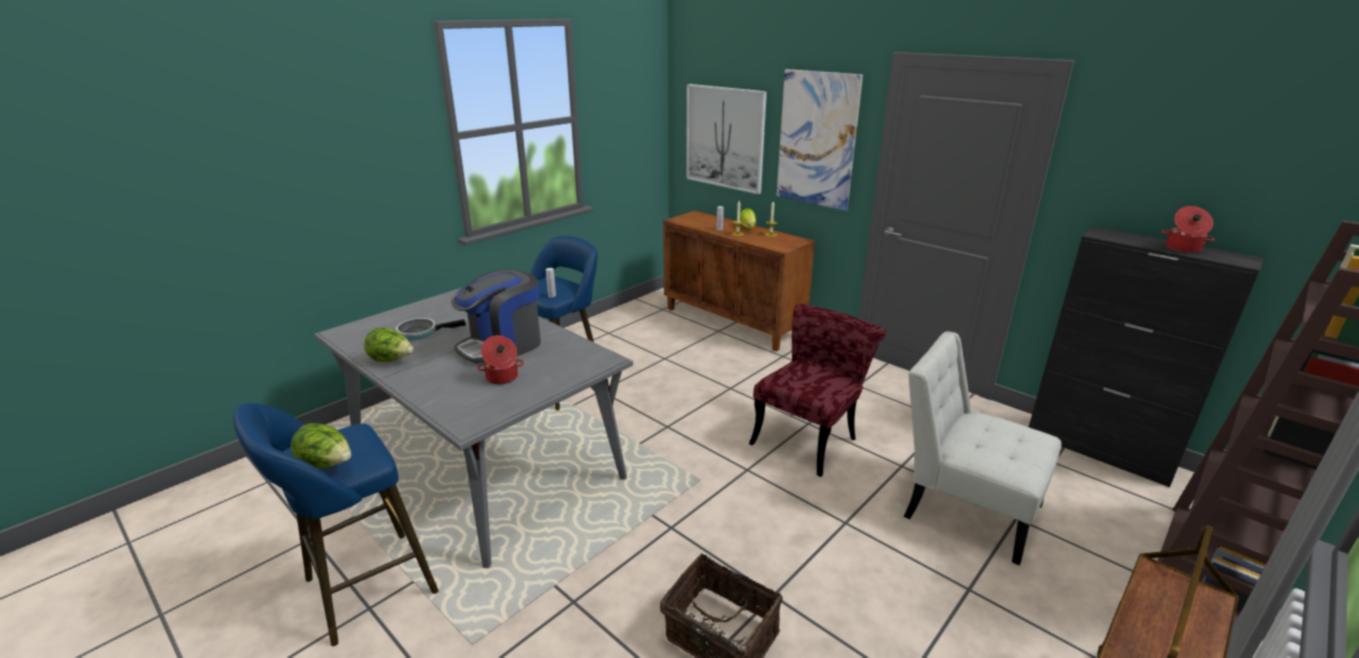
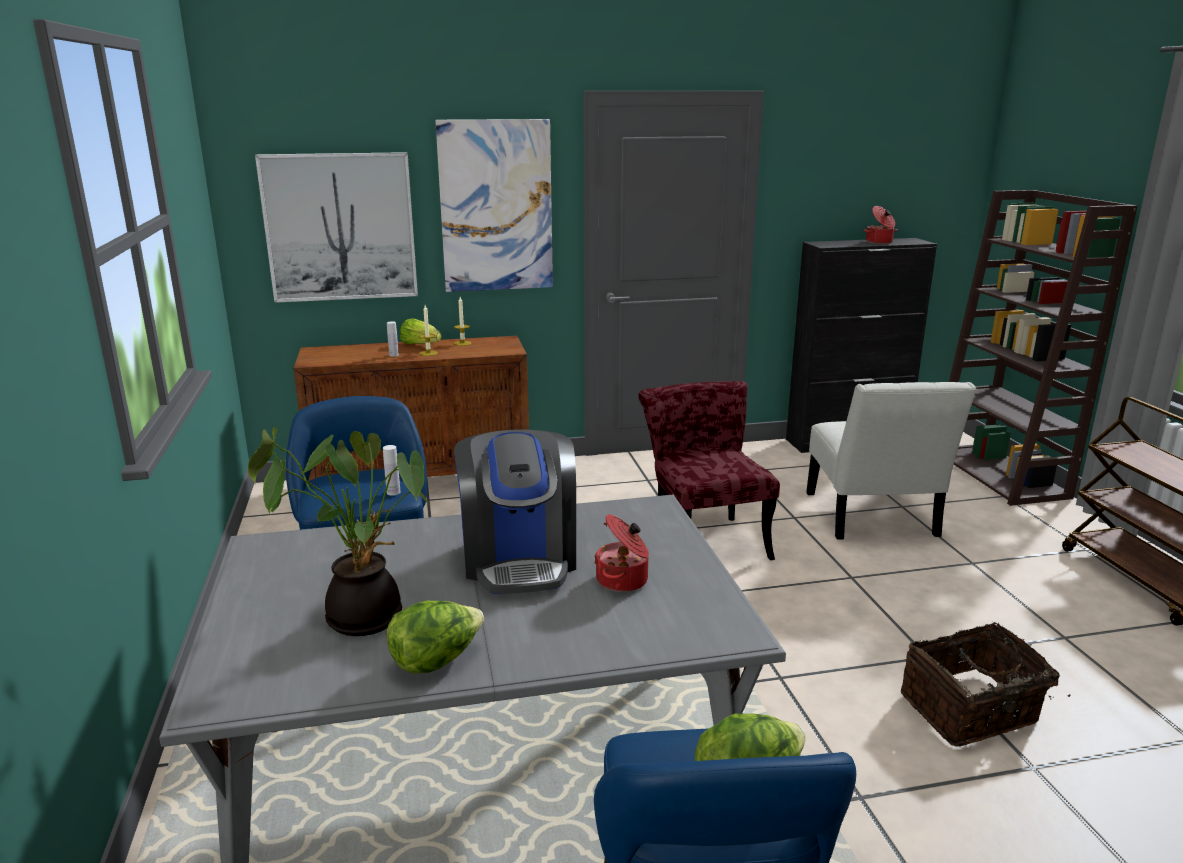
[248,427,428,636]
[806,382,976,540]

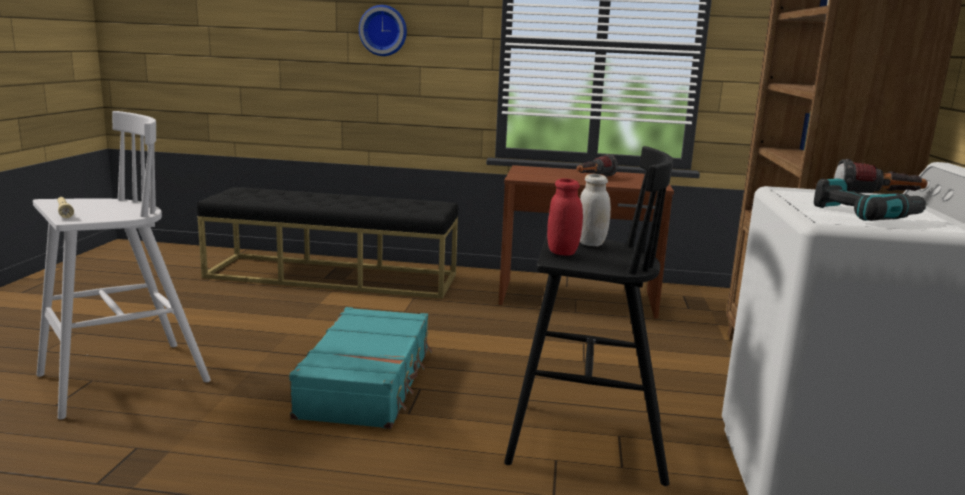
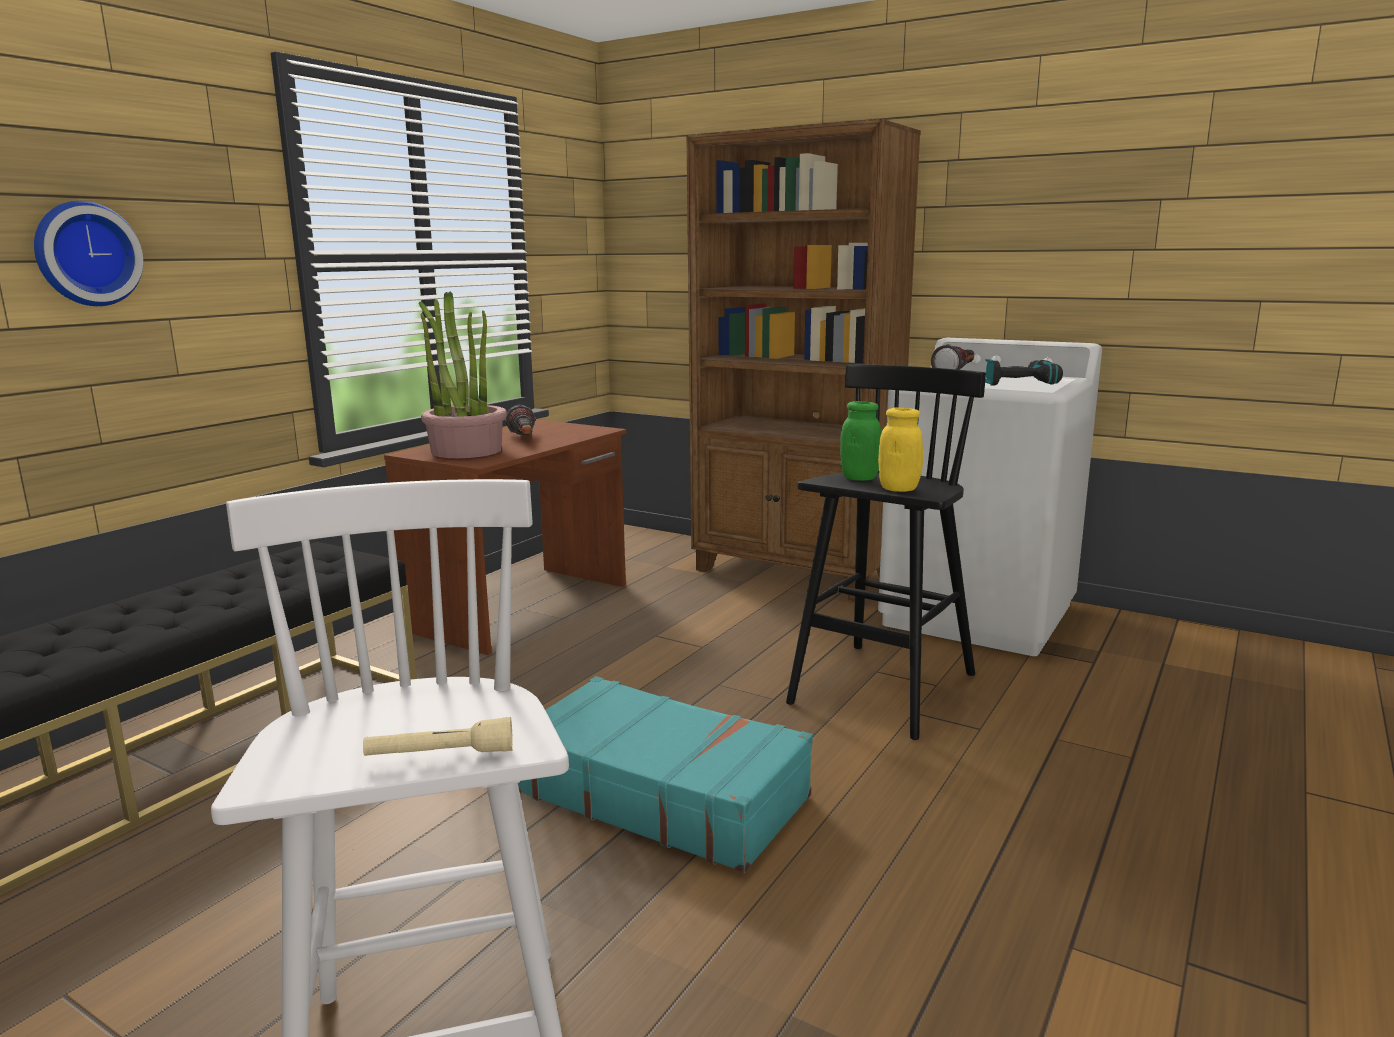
[419,291,507,458]
[840,401,881,481]
[878,407,923,492]

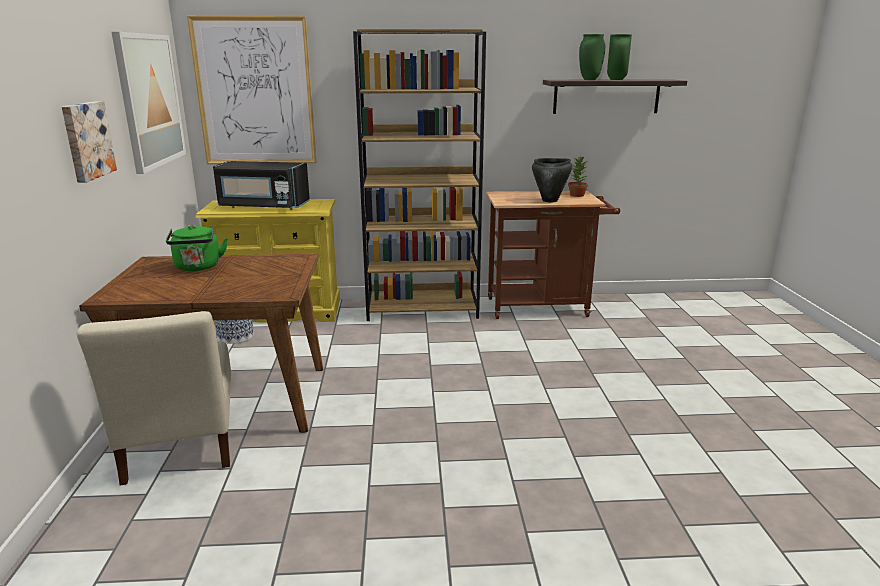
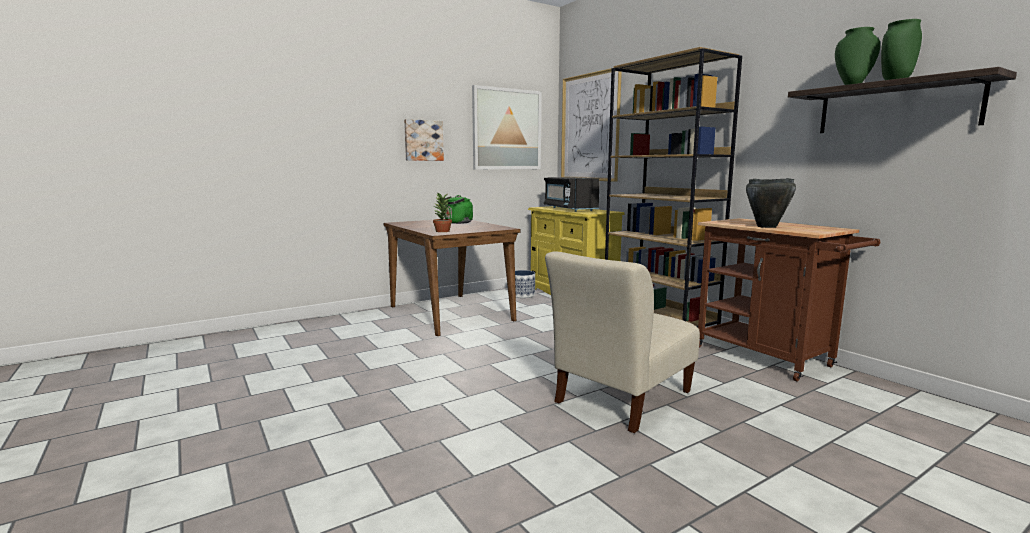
[433,192,452,232]
[545,252,700,433]

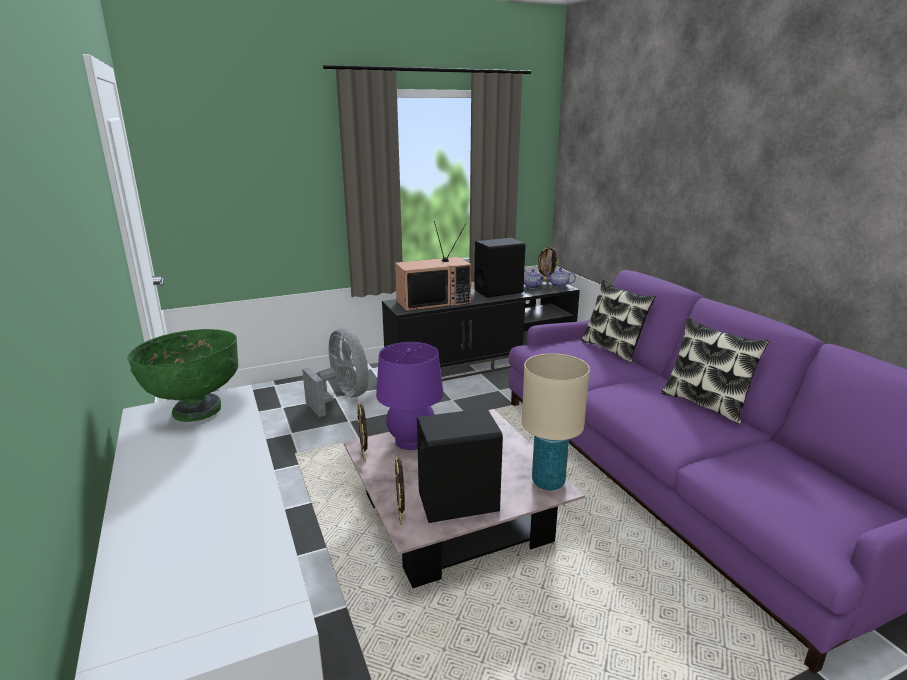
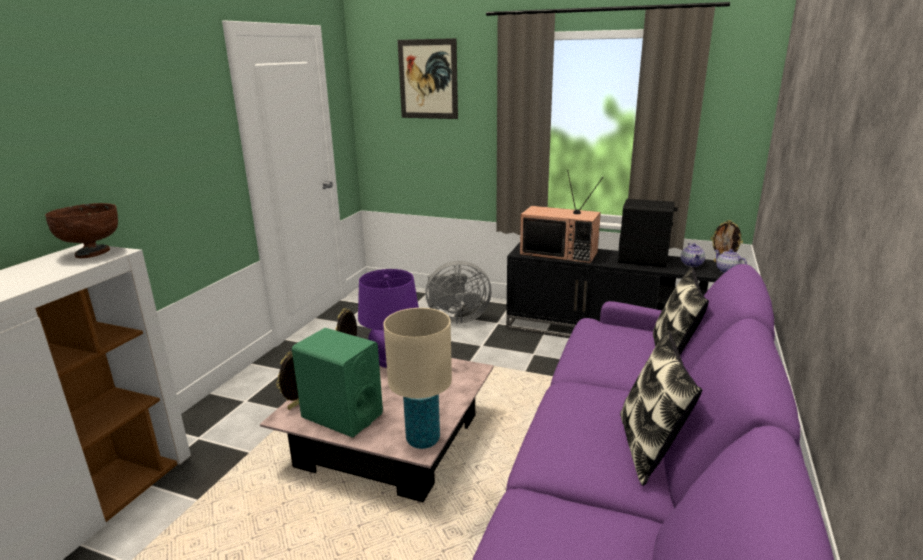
[45,203,118,258]
[292,328,383,437]
[397,38,458,119]
[425,261,492,324]

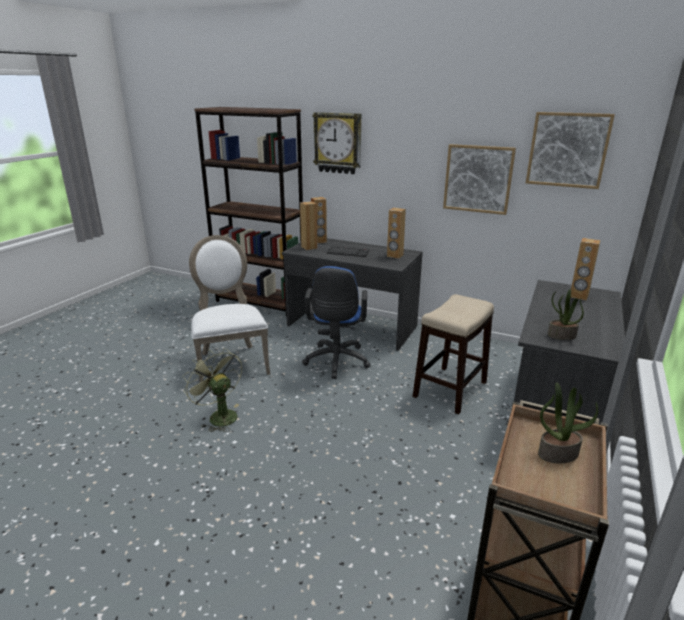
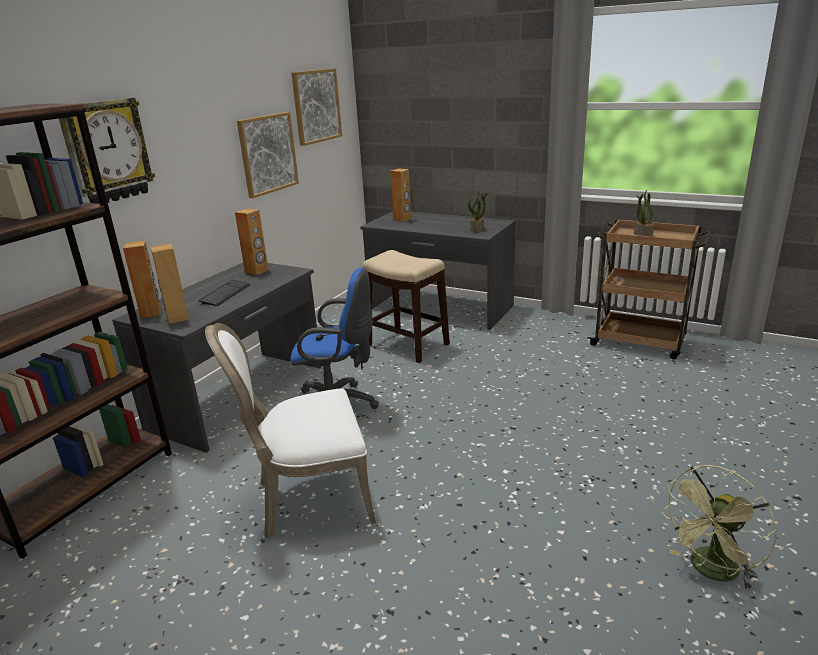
[660,465,777,591]

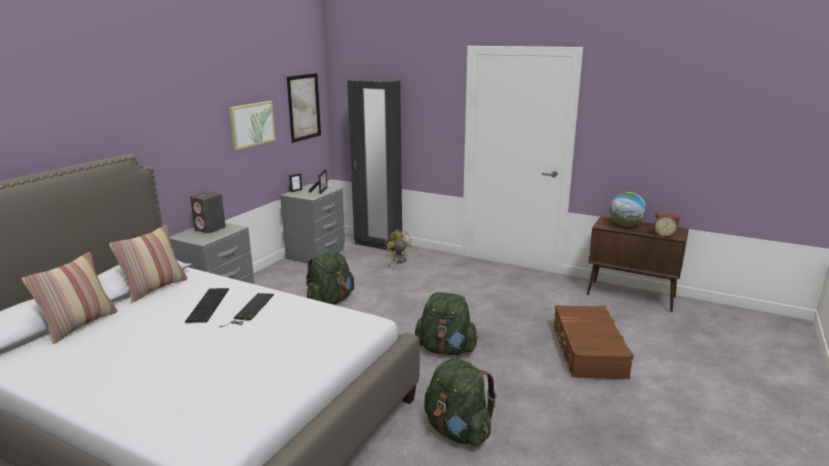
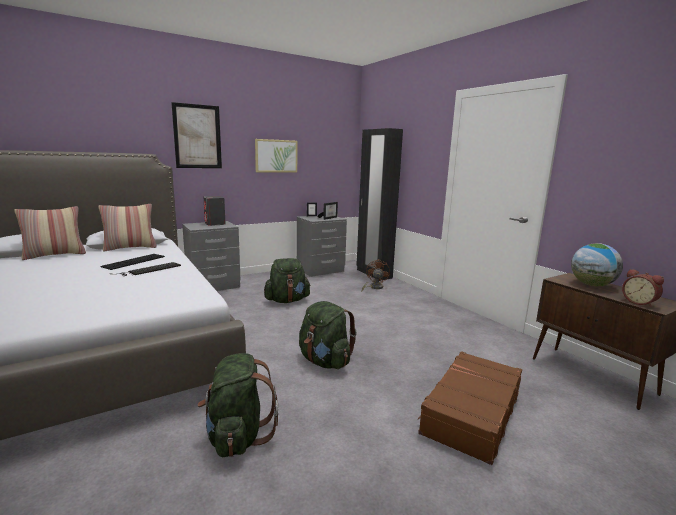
[171,102,222,168]
[362,259,390,291]

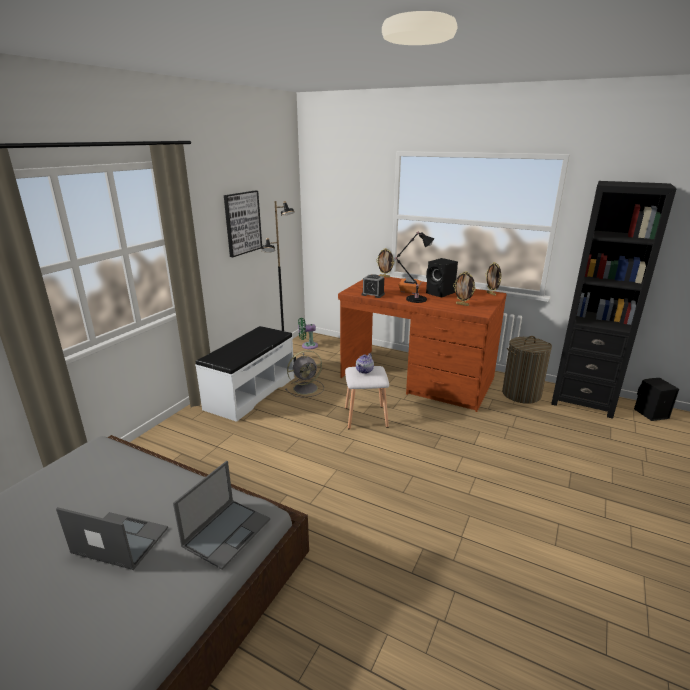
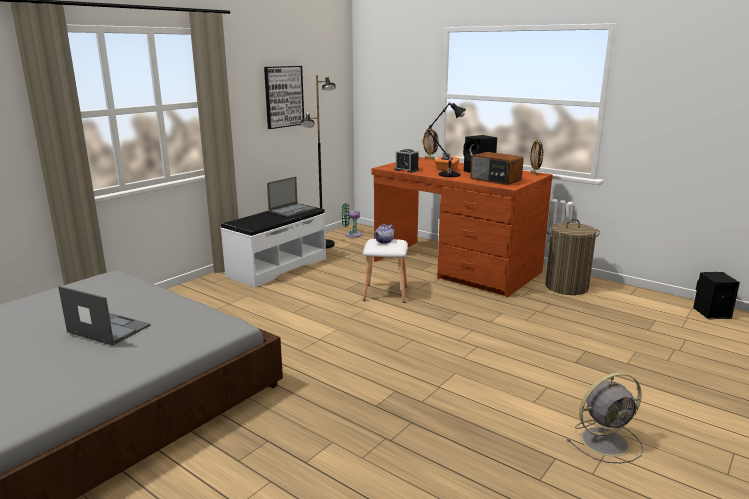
[267,177,316,217]
[470,152,524,185]
[566,372,643,463]
[551,181,676,419] (first image)

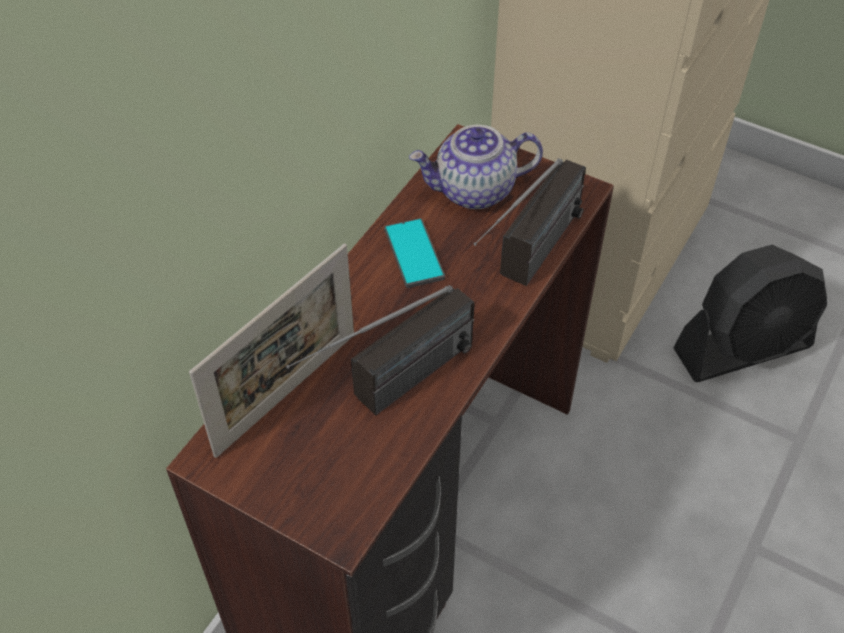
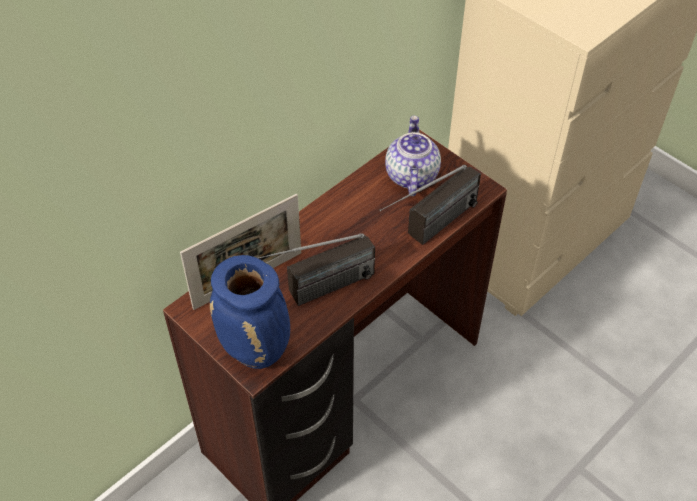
[210,255,290,369]
[385,116,441,196]
[384,218,445,288] (first image)
[674,245,827,382] (first image)

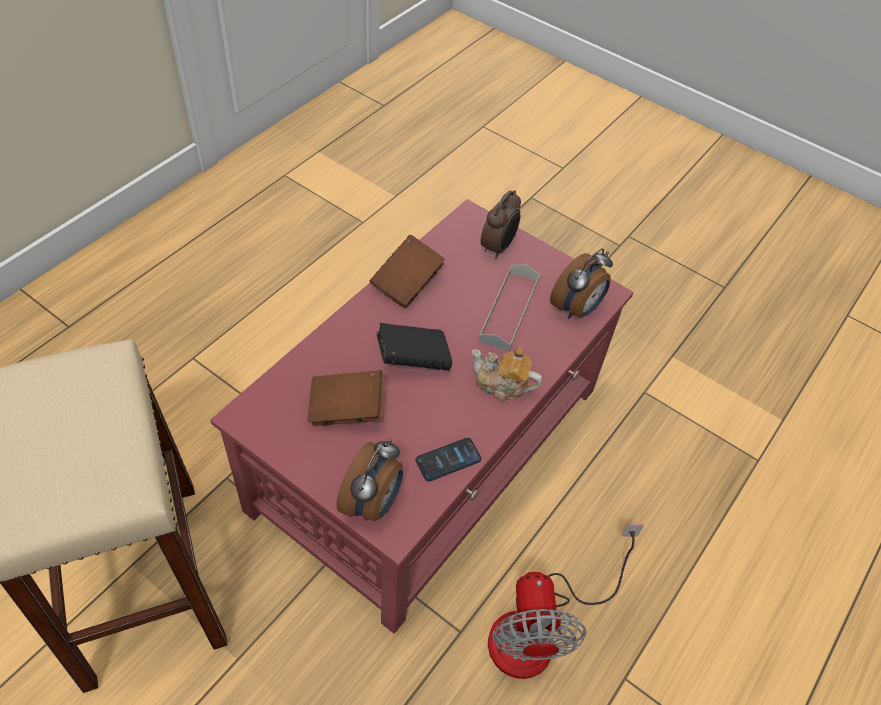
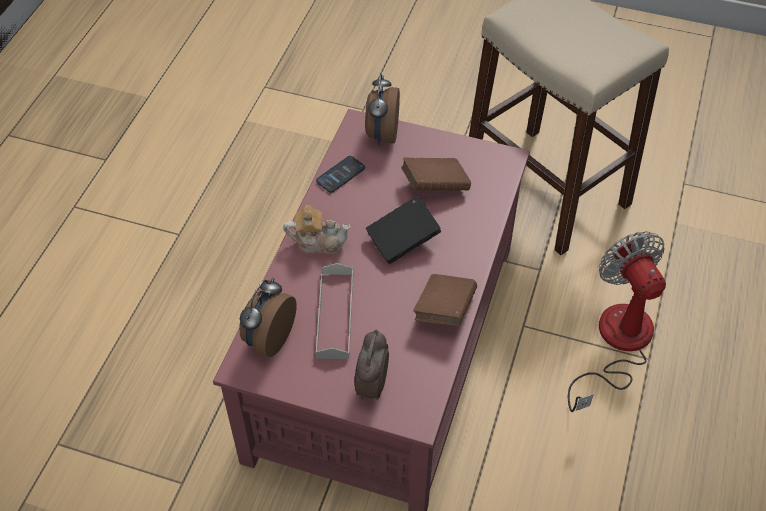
[568,231,666,412]

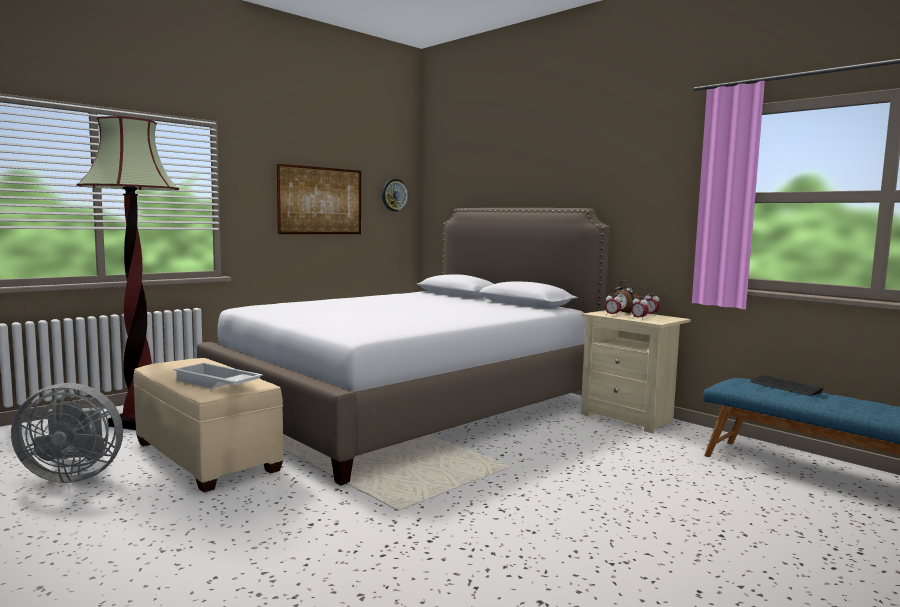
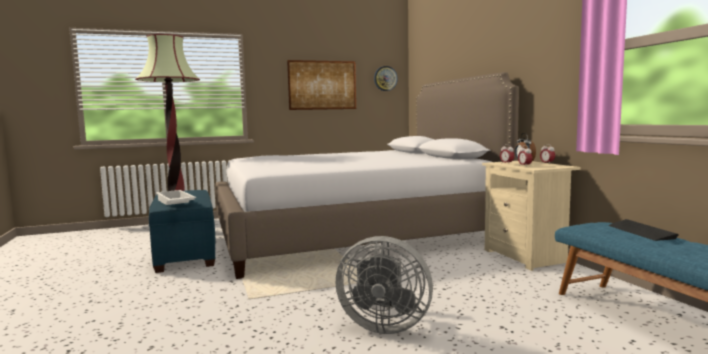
[149,190,215,273]
[336,236,433,334]

